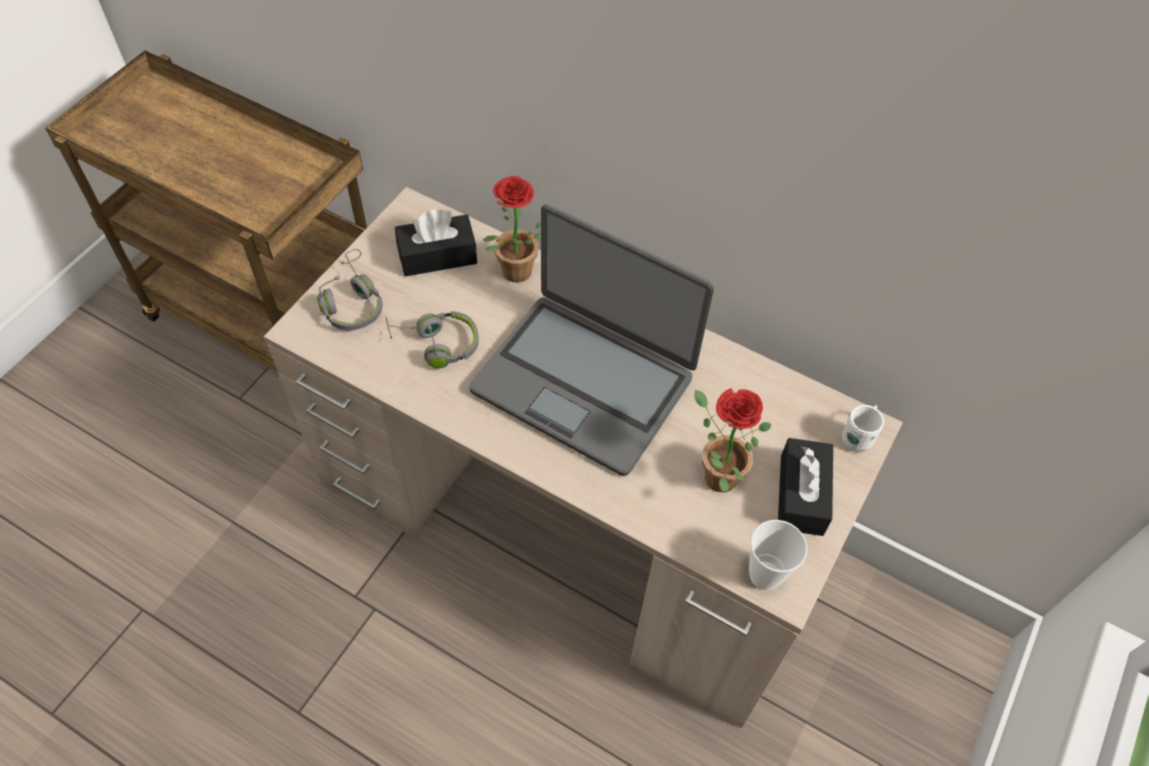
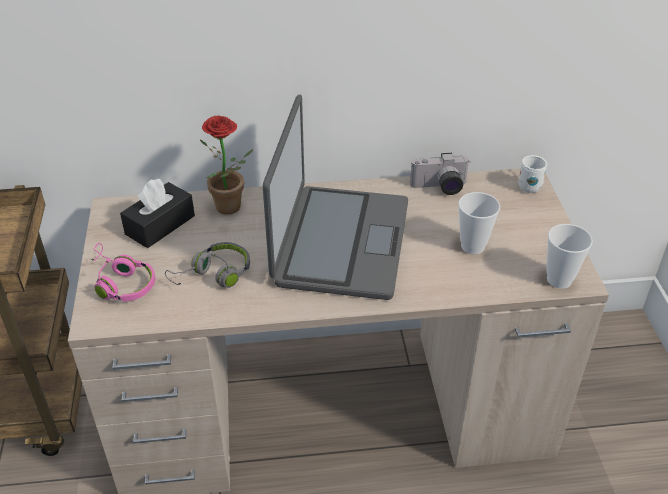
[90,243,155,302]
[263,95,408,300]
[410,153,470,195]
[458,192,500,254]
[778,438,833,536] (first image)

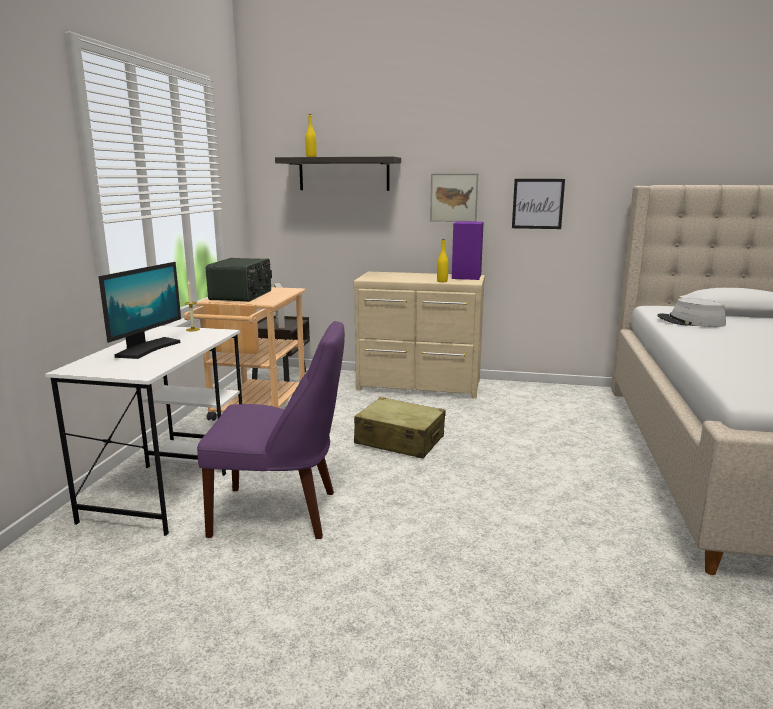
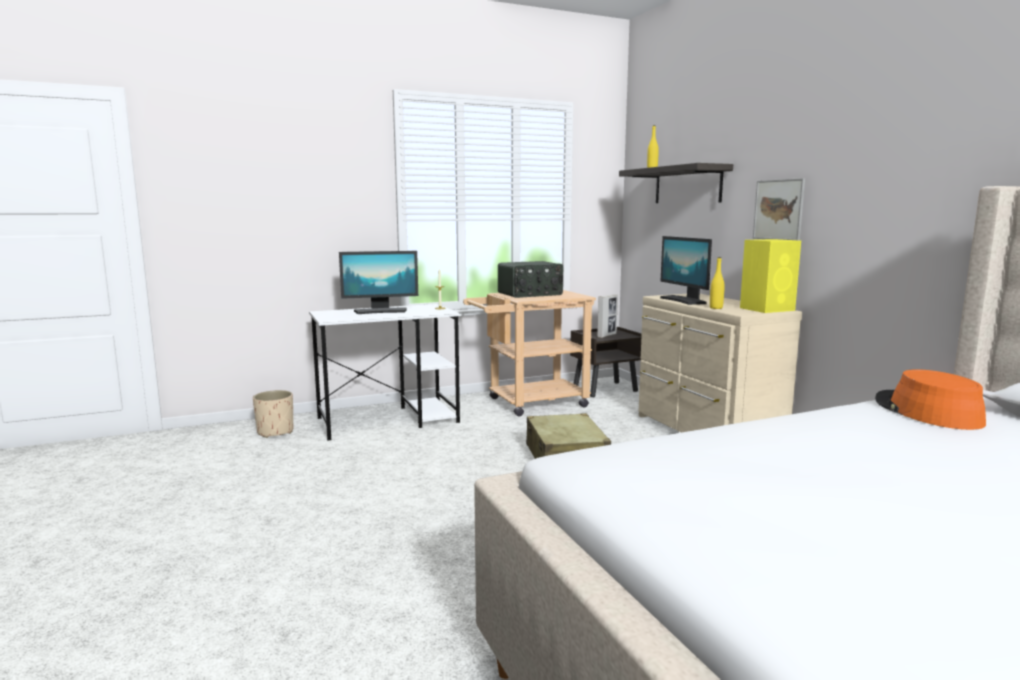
[253,390,293,438]
[660,236,712,305]
[740,239,801,313]
[875,369,986,430]
[197,321,345,539] (first image)
[512,179,565,229] (first image)

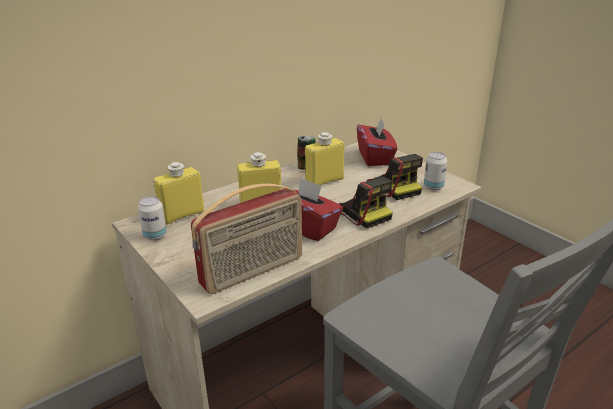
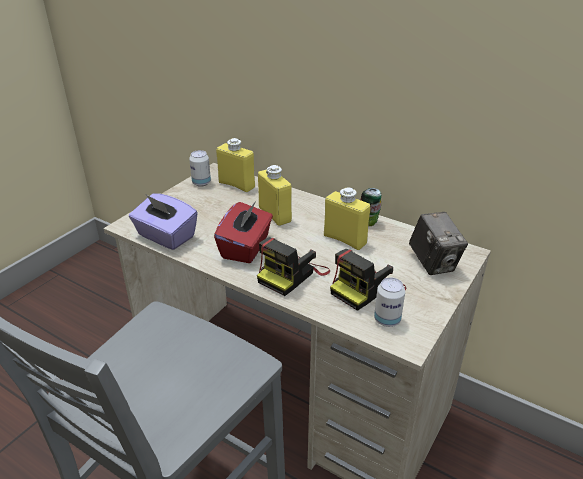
[129,194,198,250]
[409,212,468,275]

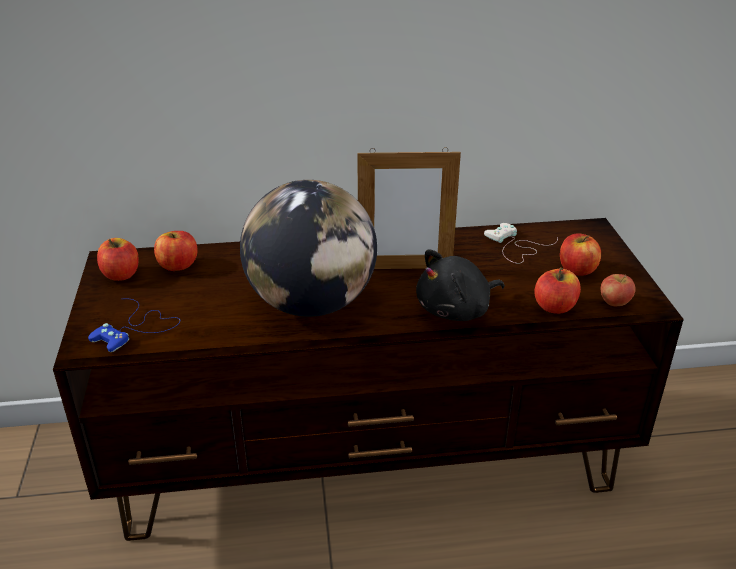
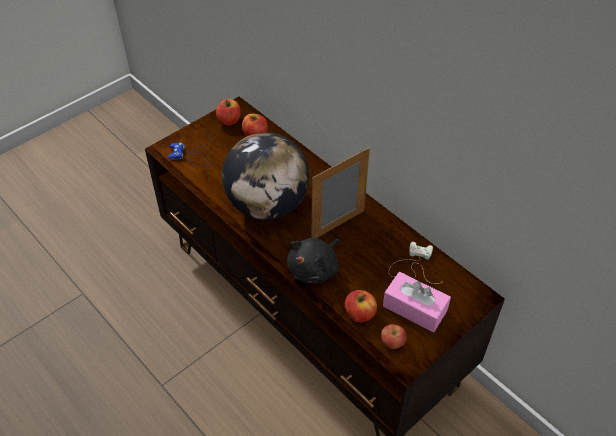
[287,238,340,283]
[311,148,370,238]
[383,272,451,332]

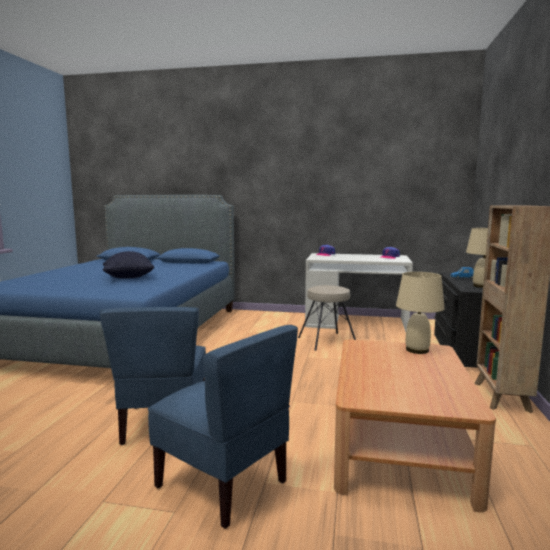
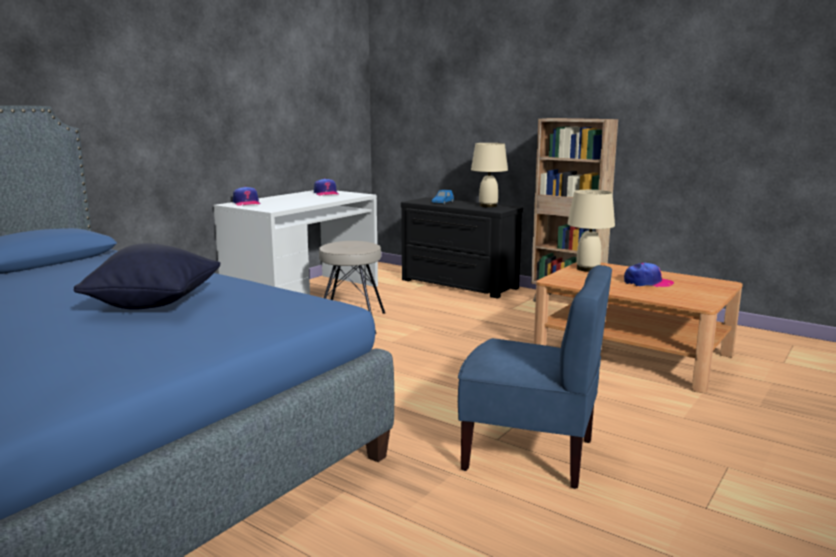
[624,263,674,287]
[148,325,298,529] (first image)

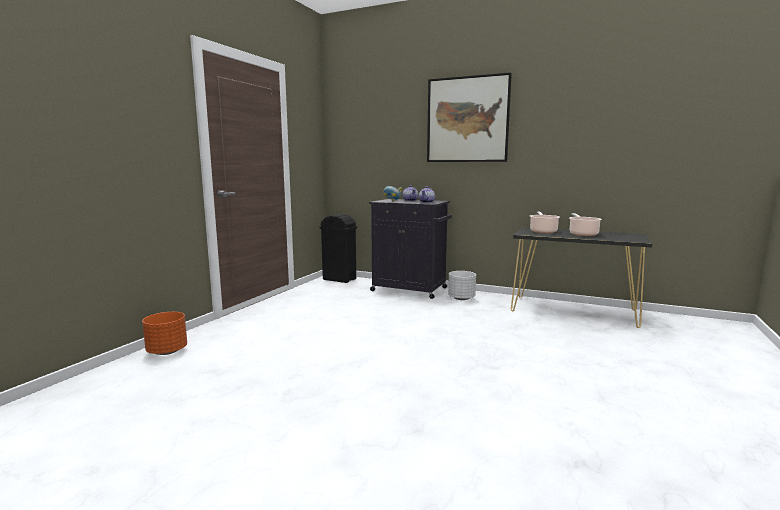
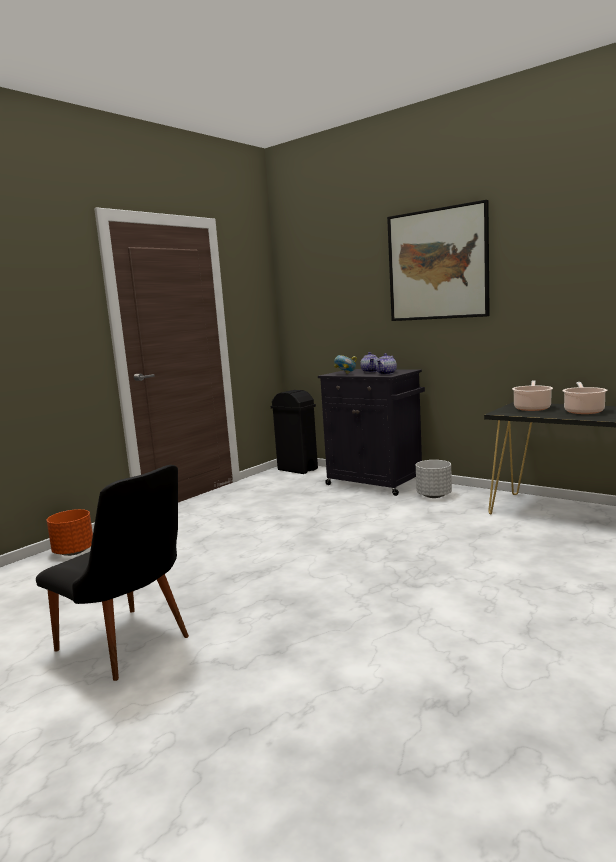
[36,465,189,681]

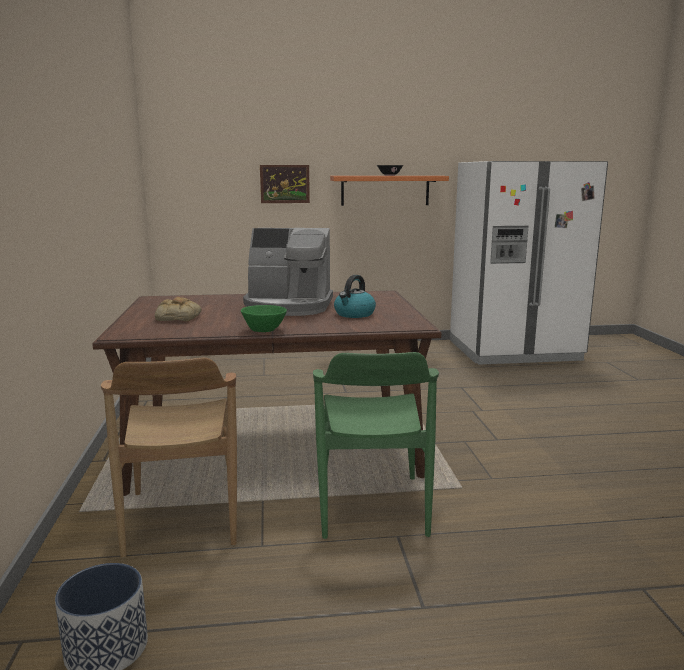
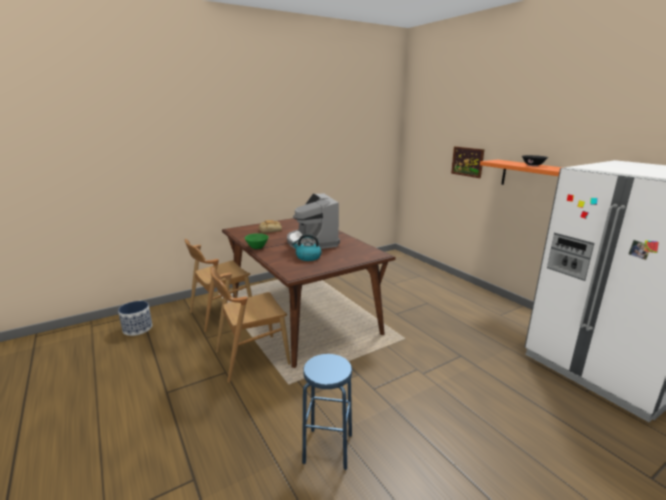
[210,267,291,383]
[302,354,352,470]

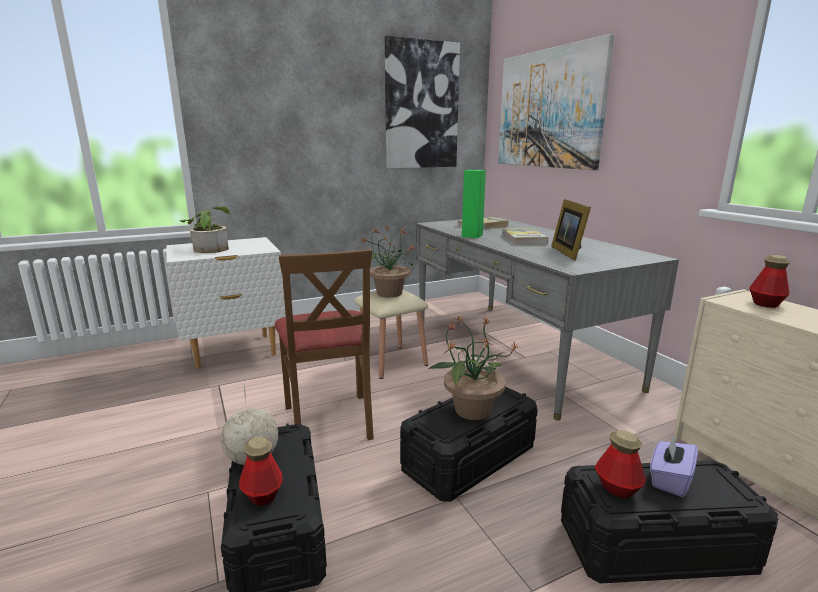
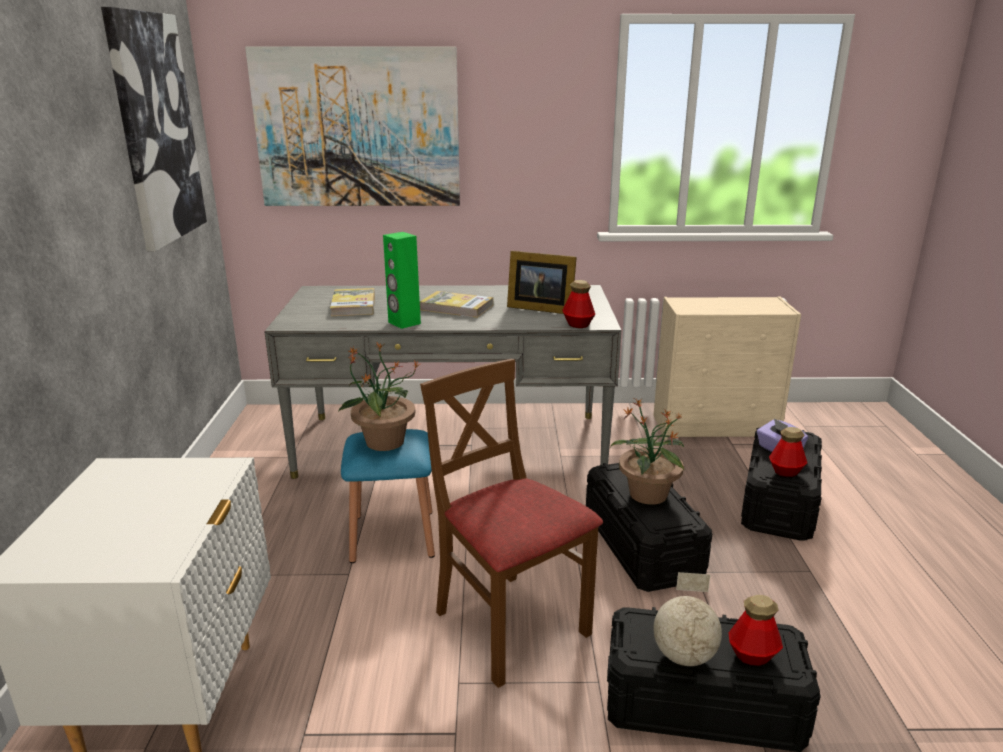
[341,429,435,563]
[420,359,603,688]
[562,280,595,328]
[180,206,230,253] (first image)

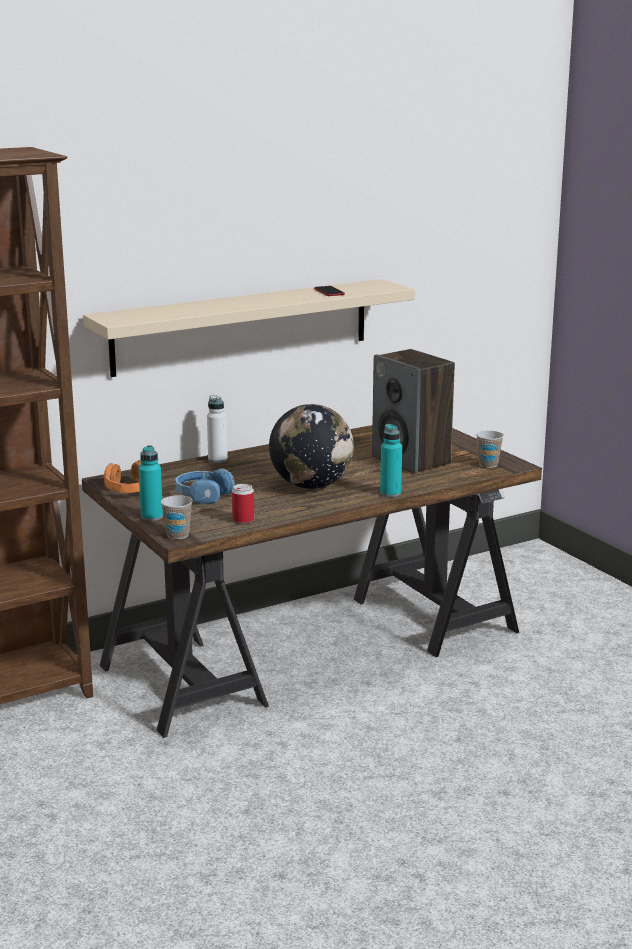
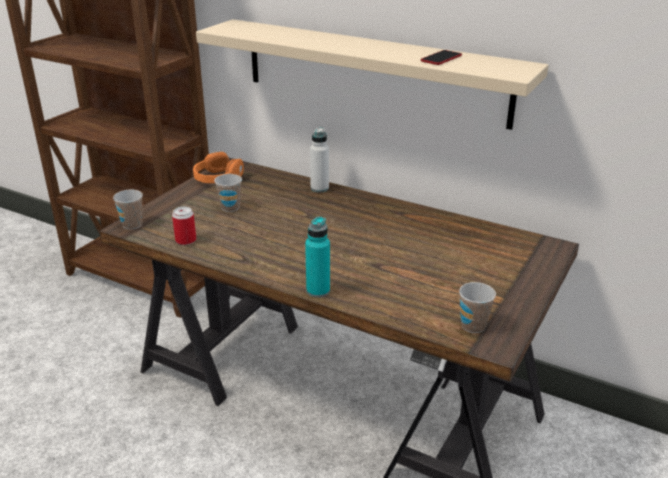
[214,174,242,212]
[139,445,163,521] (first image)
[269,404,354,489] (first image)
[372,349,455,474] (first image)

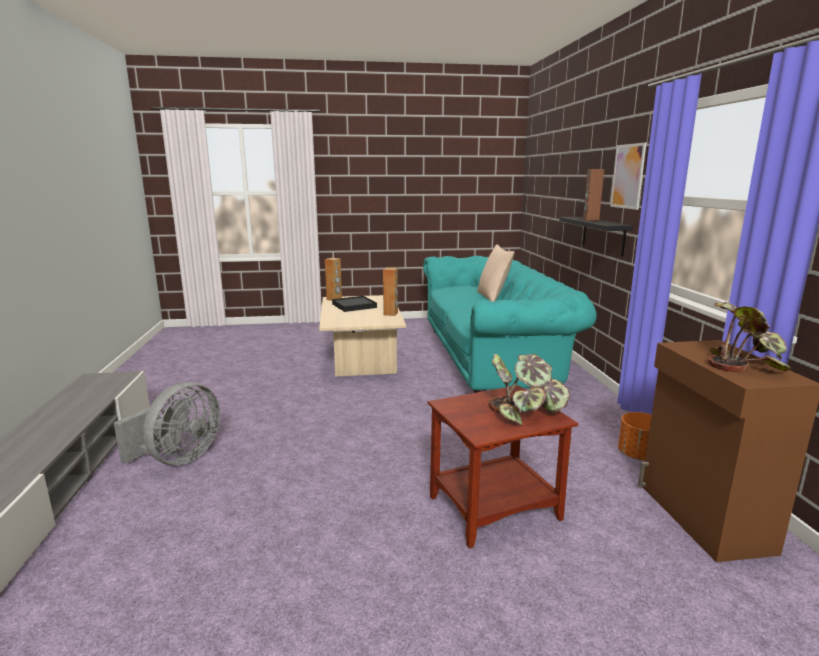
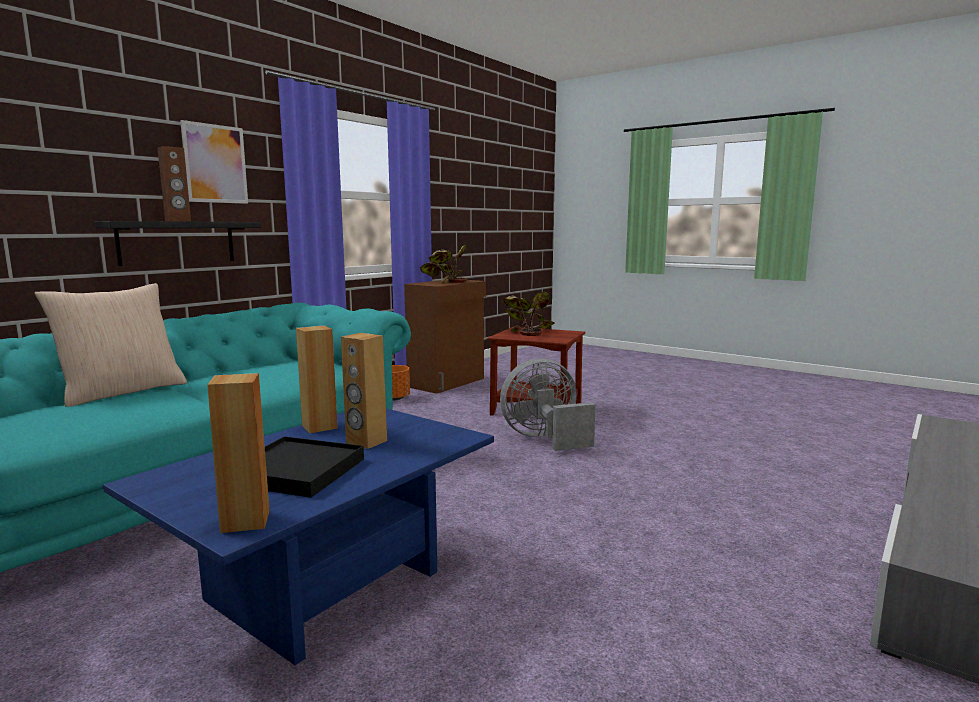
[103,408,494,665]
[341,333,387,449]
[500,359,596,451]

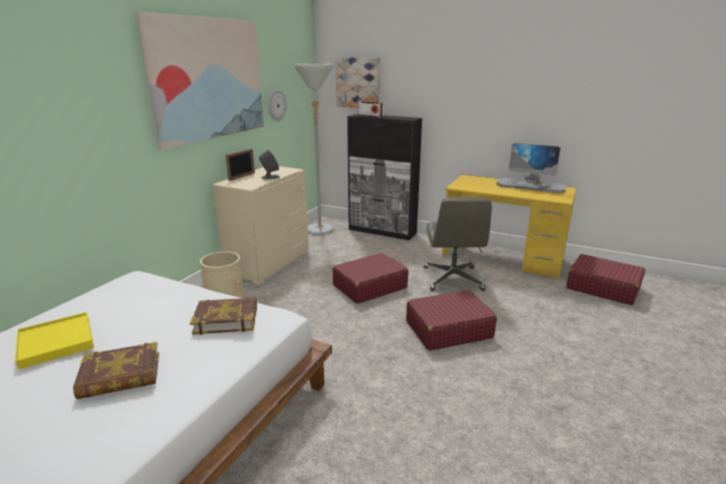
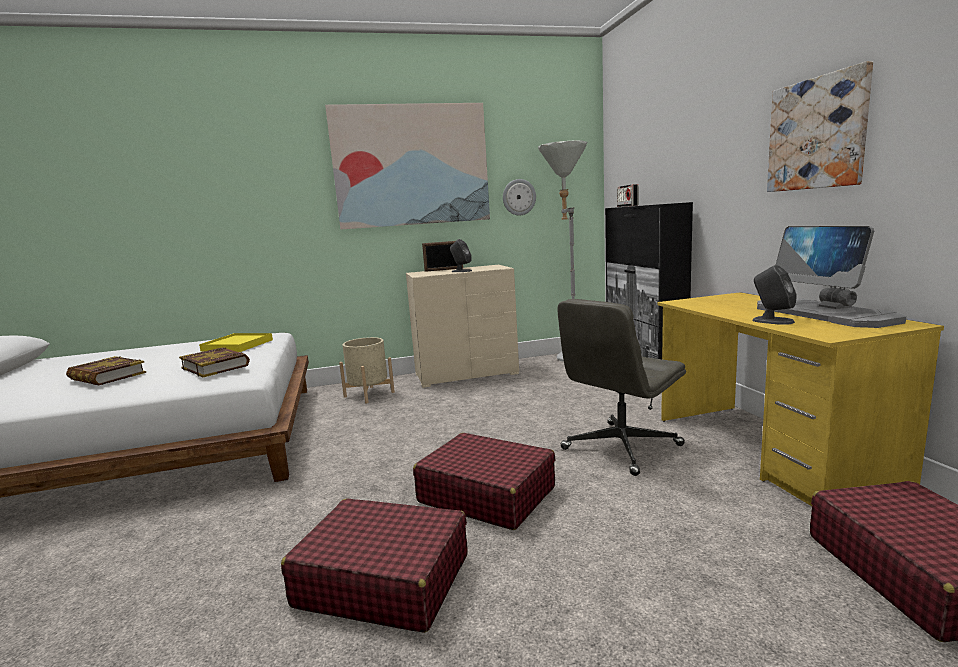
[199,333,273,352]
[281,498,467,633]
[752,265,797,325]
[767,61,873,192]

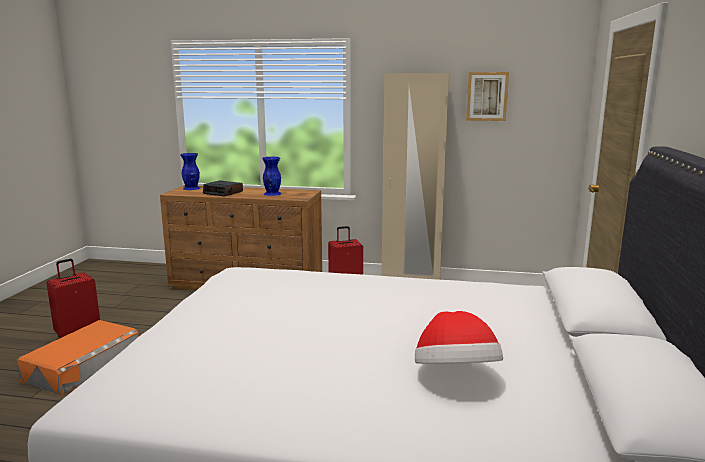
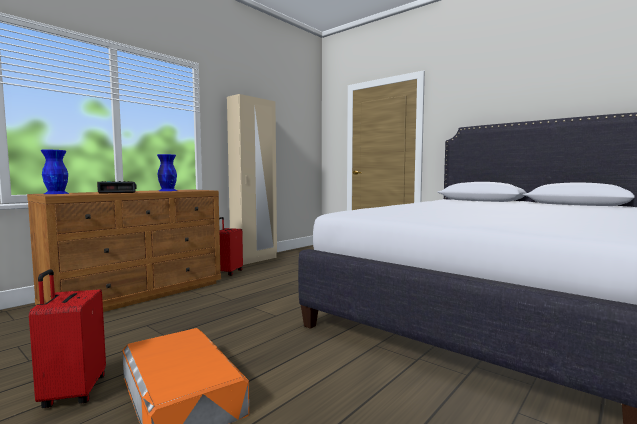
[415,311,503,364] (first image)
[466,72,509,121] (first image)

